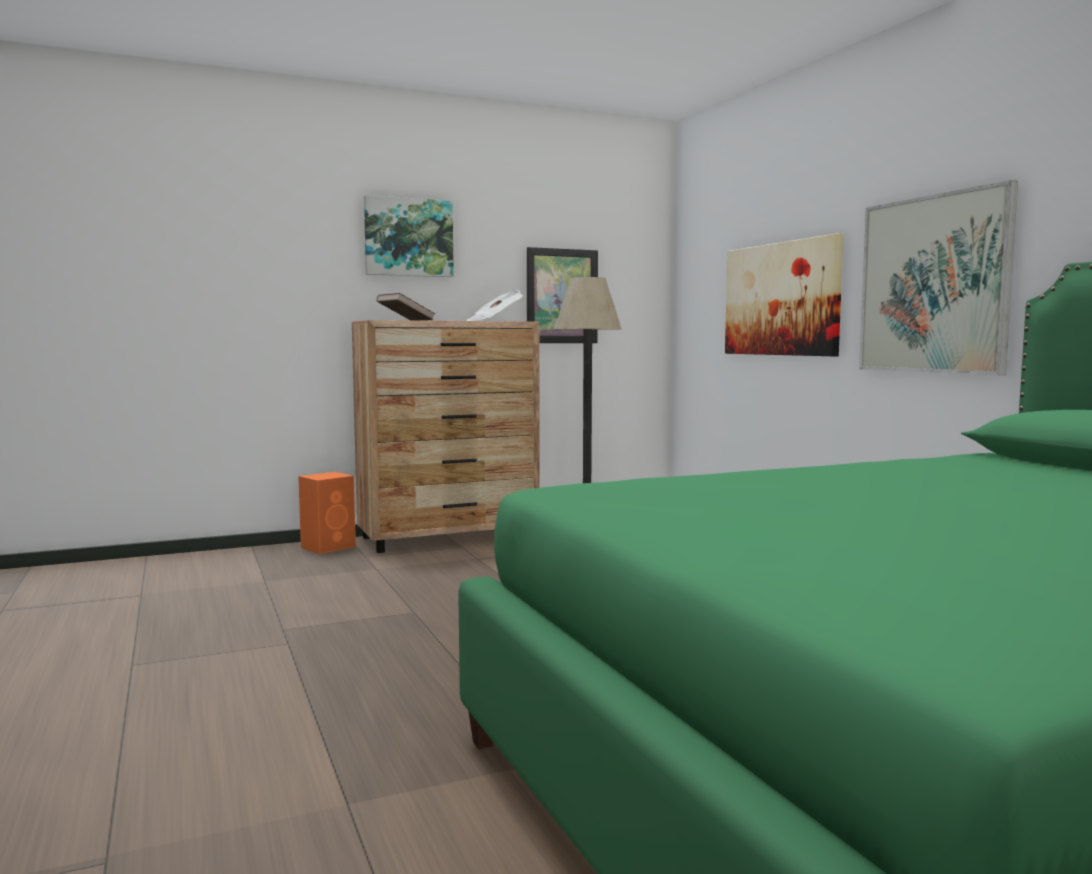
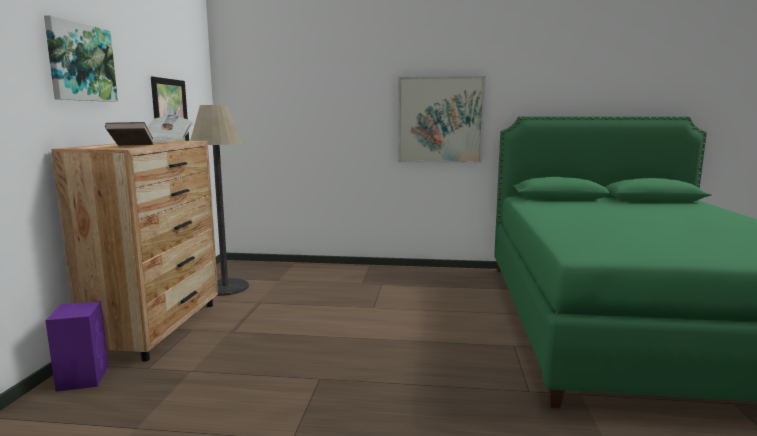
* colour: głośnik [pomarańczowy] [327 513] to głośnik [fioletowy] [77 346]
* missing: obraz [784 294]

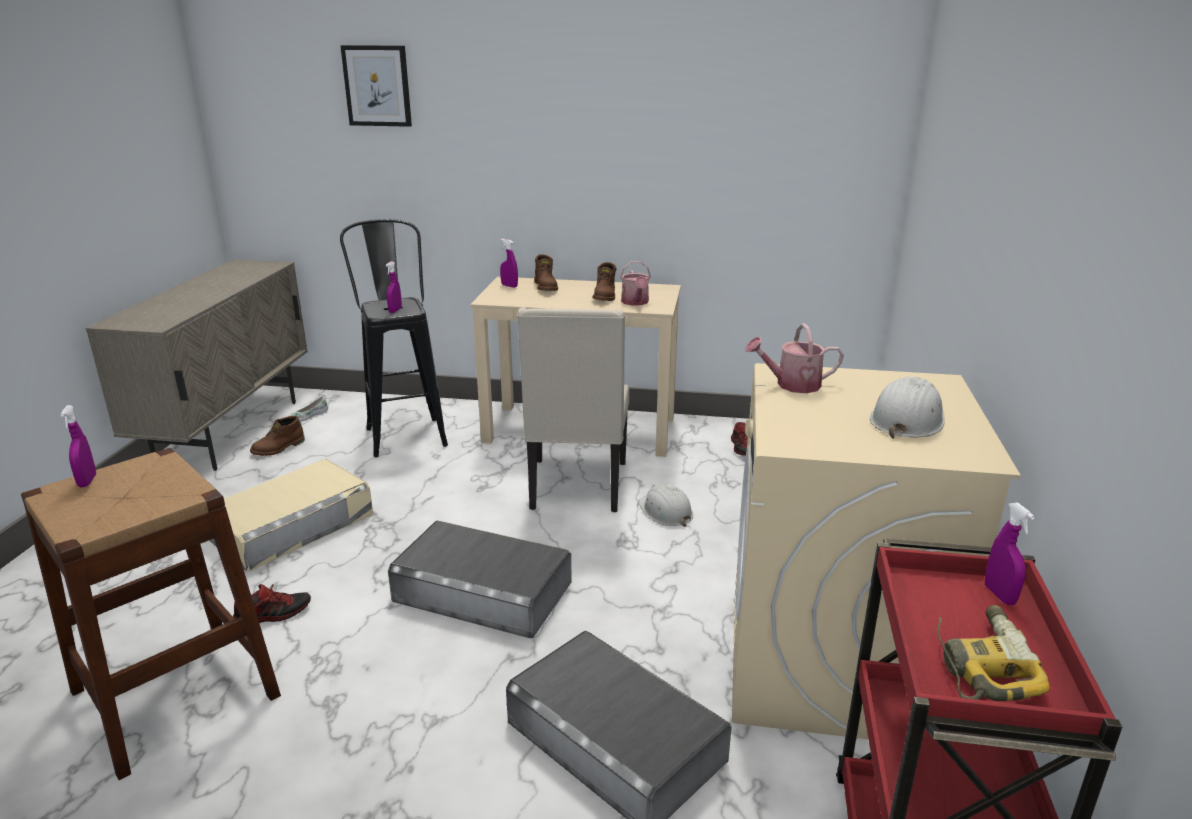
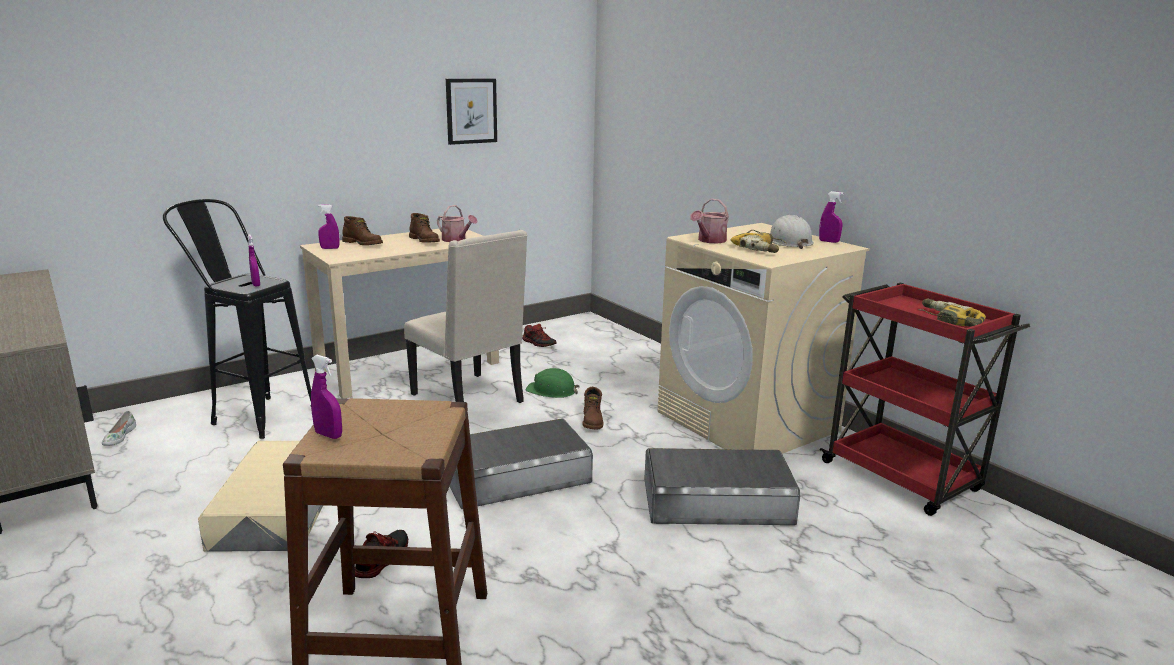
* relocated: obraz [376 86] to [471 112]
* colour: kask [biały] [665 505] to kask [zielony] [553 383]
* relocated: but z cholewką [brązowy] [277 436] to [593 408]
* appeared: wiertarka [759 241]
* relocated: spryskiwacz [fioletowy] [1010 553] to [831 217]

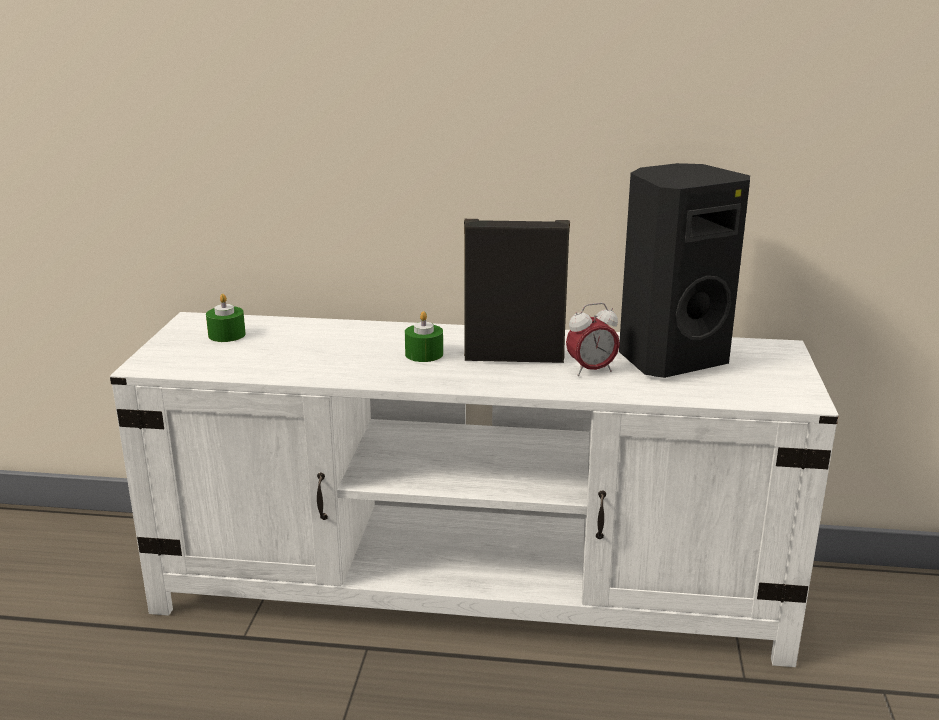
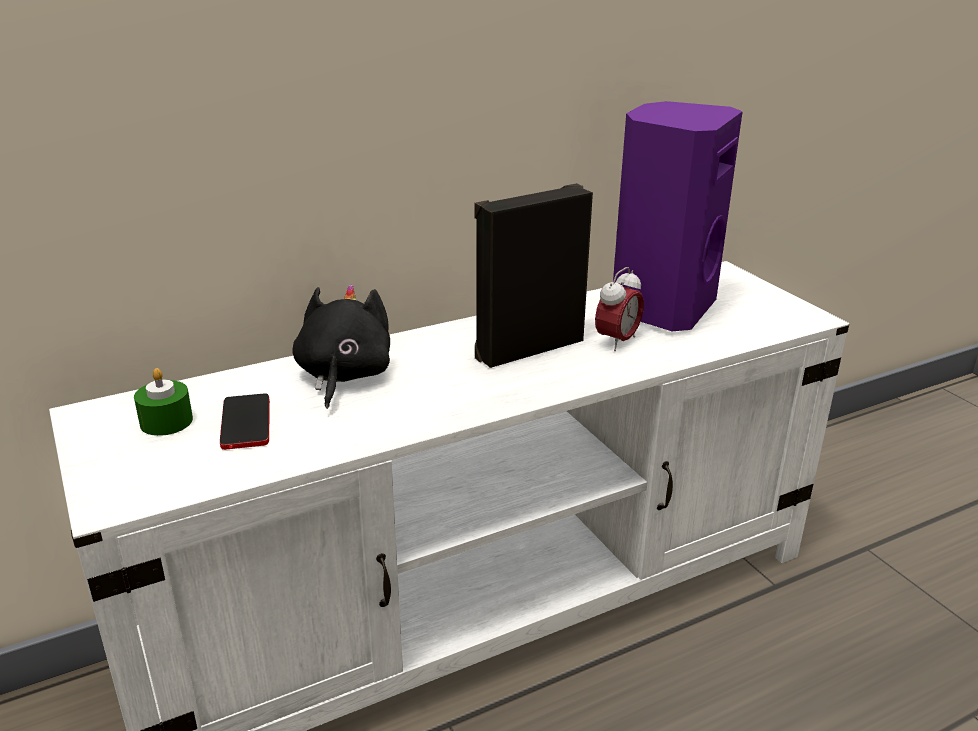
* appeared: telefon [245 421]
* appeared: pluszak [czarny] [341 347]
* colour: głośnik [czarny] [684 270] to głośnik [fioletowy] [678 216]
* missing: świeca [zielony] [424 336]

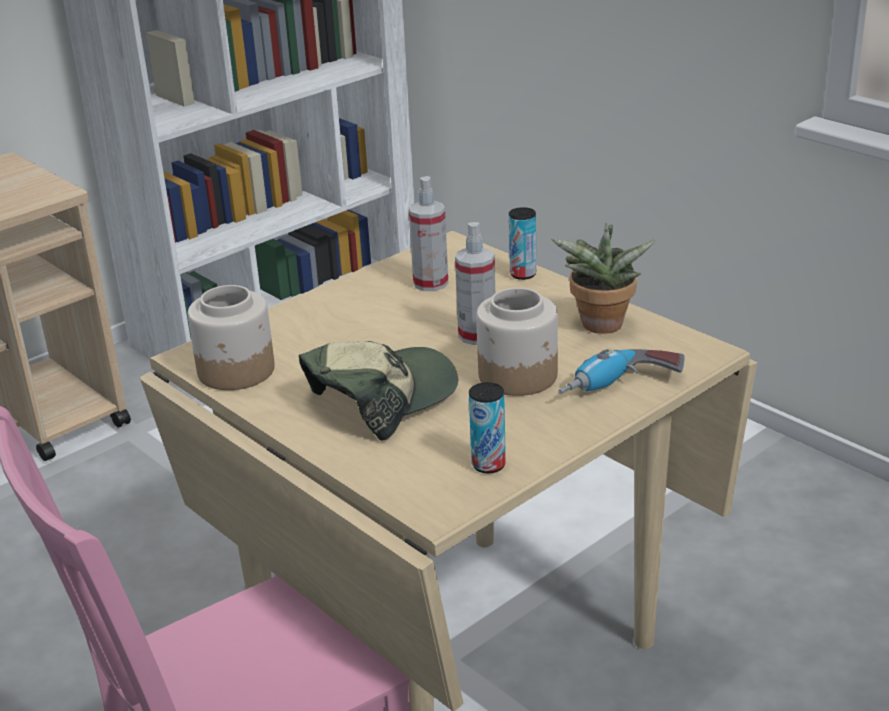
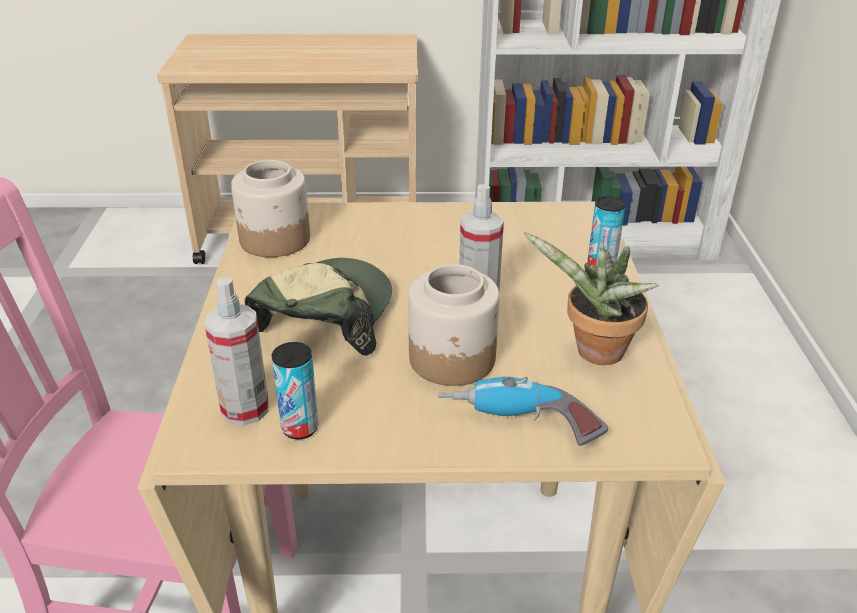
* relocated: spryskiwacz [428 233] to [236 351]
* spun: czapka z daszkiem [378 391] = [318 307] 75 degrees counterclockwise

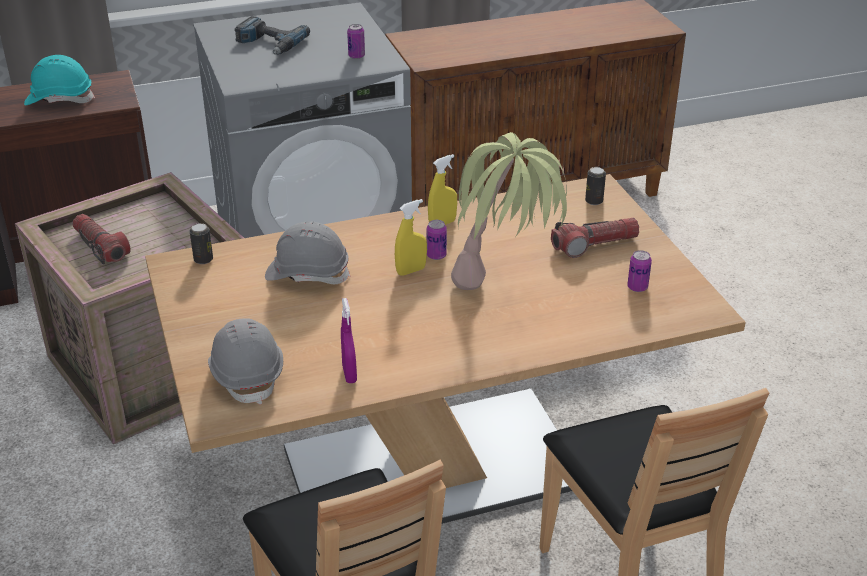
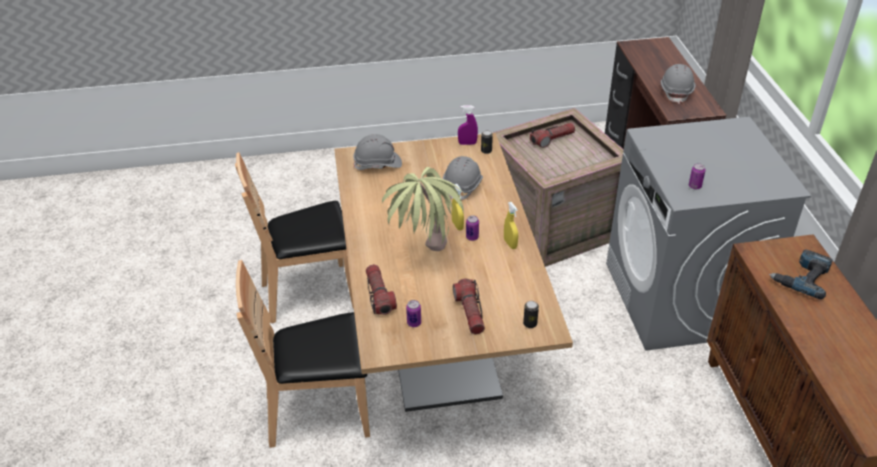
* appeared: latarka [381 289]
* relocated: spryskiwacz [fioletowy] [349 340] to [468 125]
* colour: kask [turkusowy] [59 80] to kask [szary] [678 84]
* relocated: wiertarka [272 35] to [801 274]

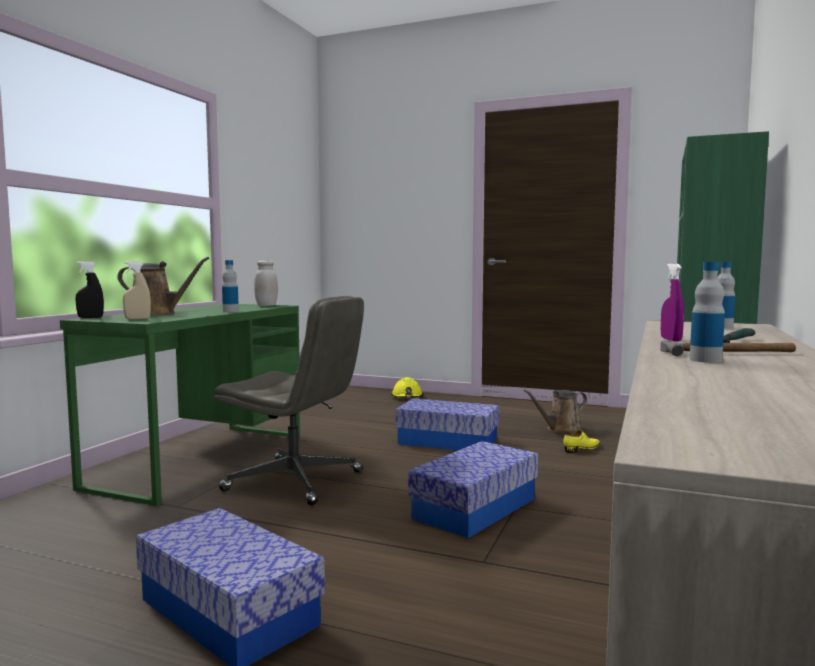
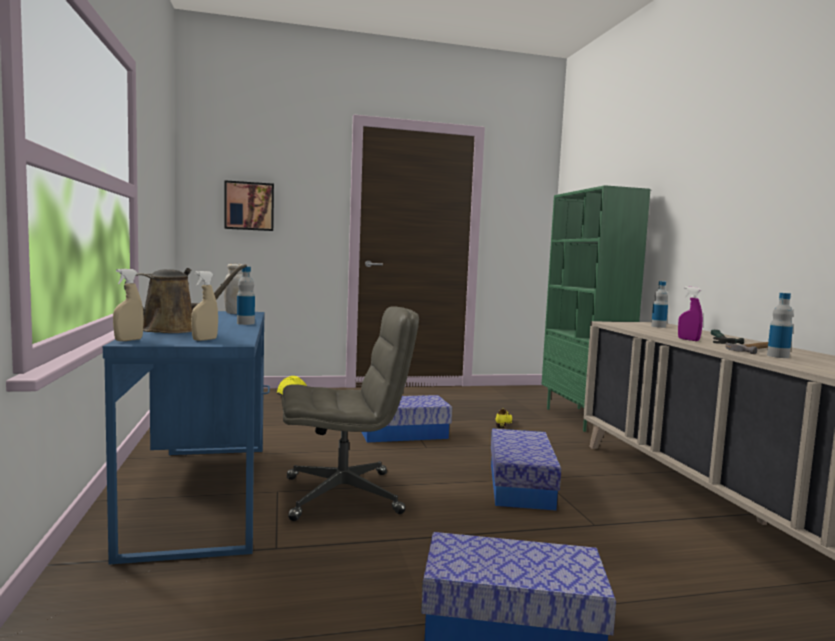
* colour: biurko [zielony] [180 405] to biurko [niebieski] [186 438]
* colour: spryskiwacz [czarny] [89 289] to spryskiwacz [beżowy] [128 305]
* appeared: obraz [249 205]
* missing: konewka [brązowy] [555 411]

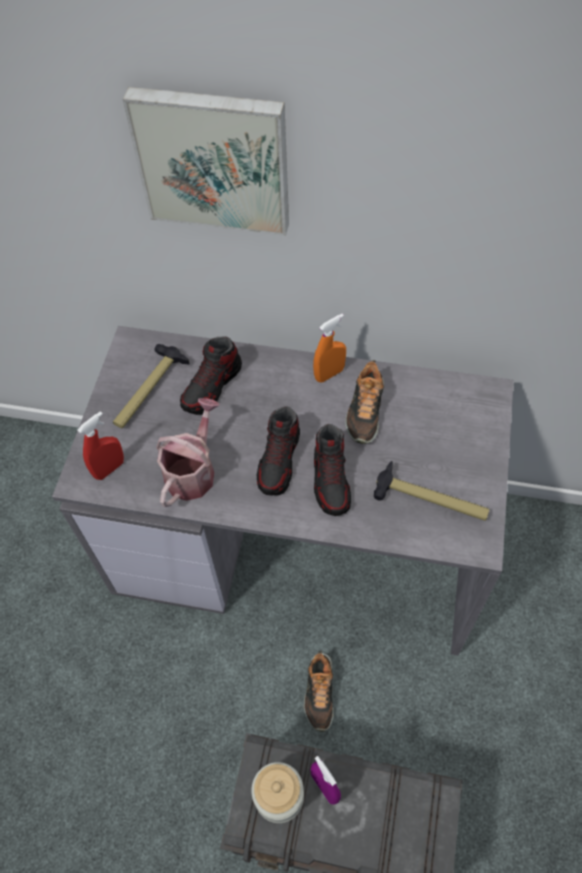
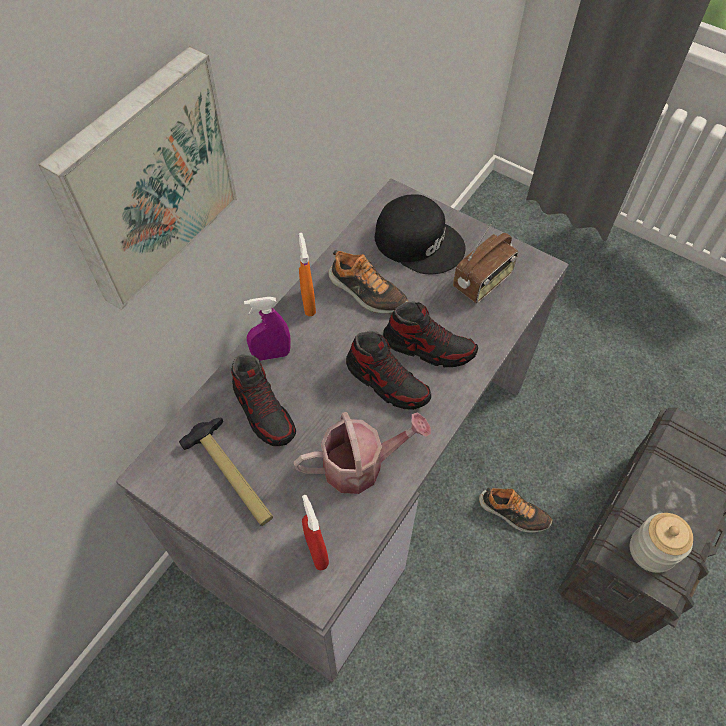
* relocated: spryskiwacz [fioletowy] [325 780] to [267 329]
* spun: konewka [188 452] = [362 453] 120 degrees clockwise
* appeared: czapka z daszkiem [czarny] [420 234]
* exchanged: młotek [432 491] to radio [485 262]

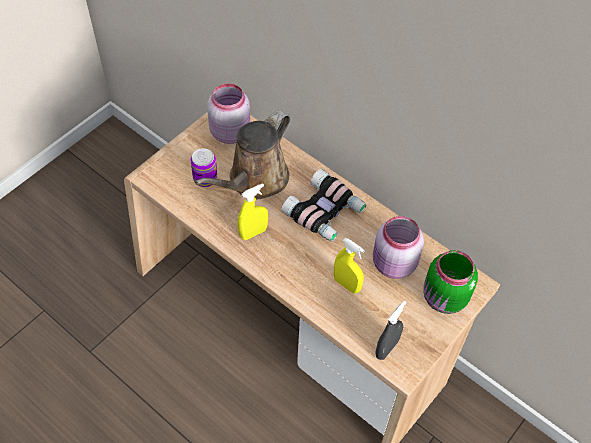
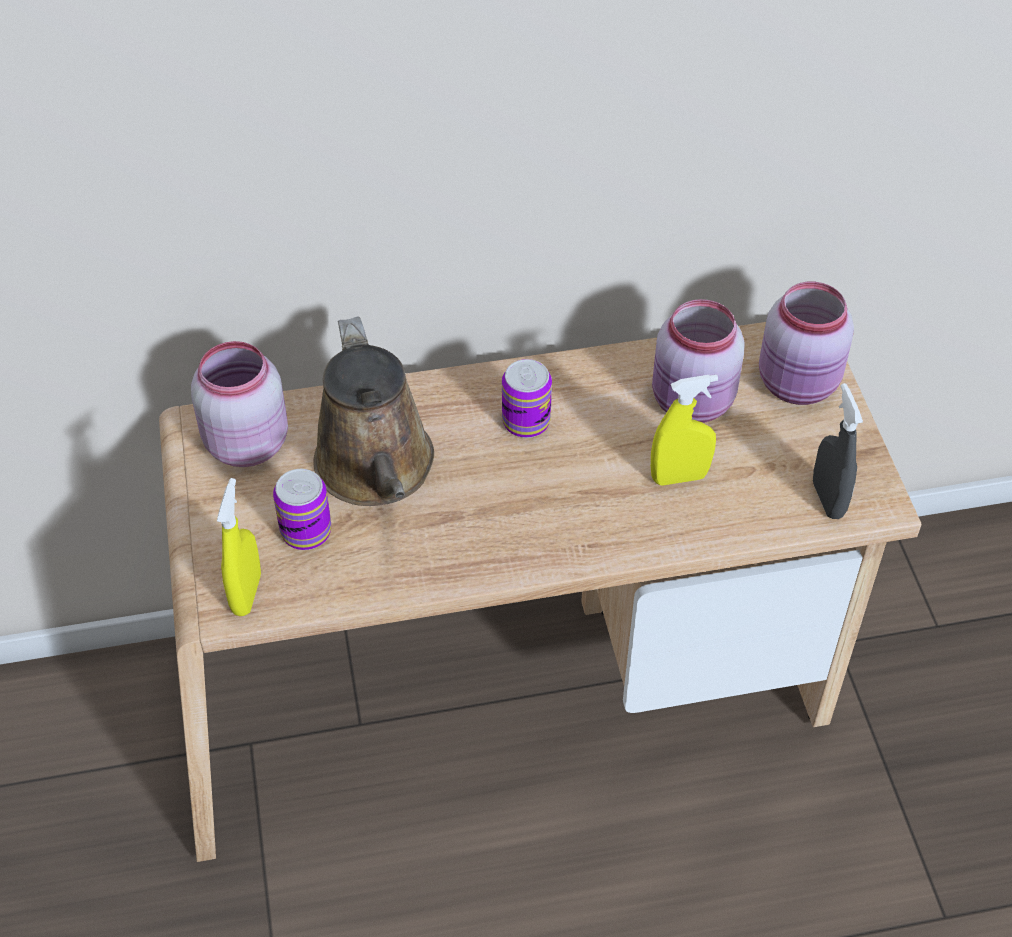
* relocated: spryskiwacz [żółty] [253 211] to [239 547]
* exchanged: lornetka [323 205] to puszka [527 398]
* colour: słoik [zielony] [450 282] to słoik [różowy] [806 343]

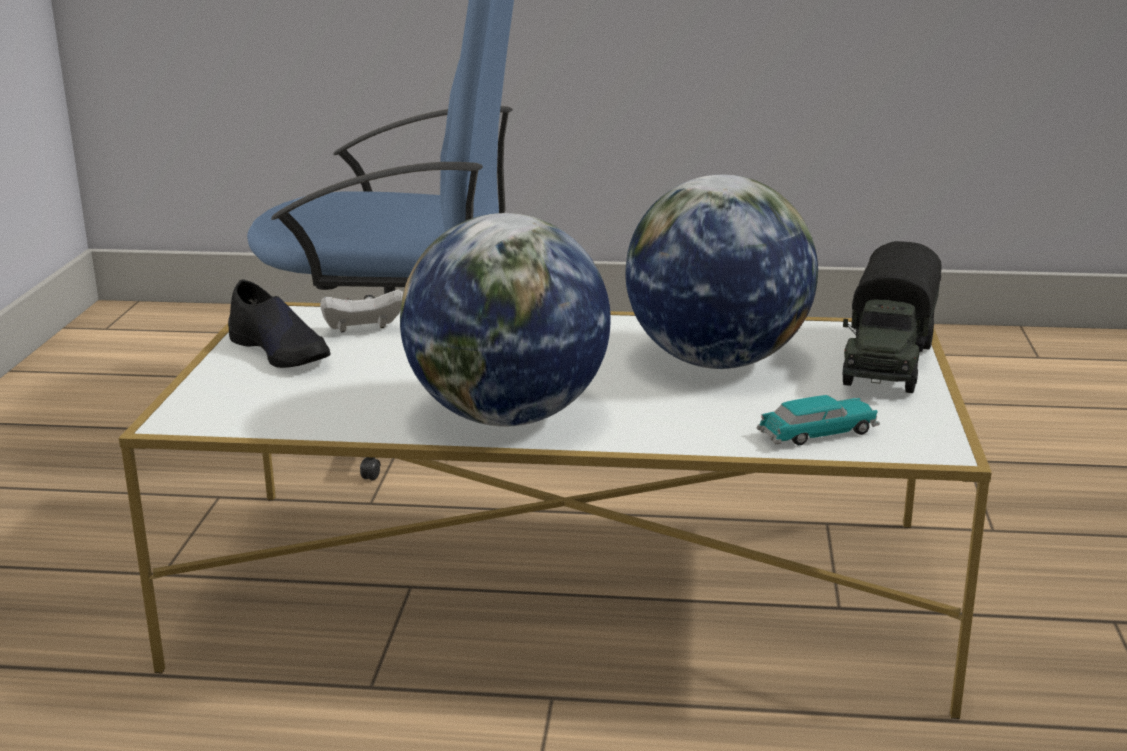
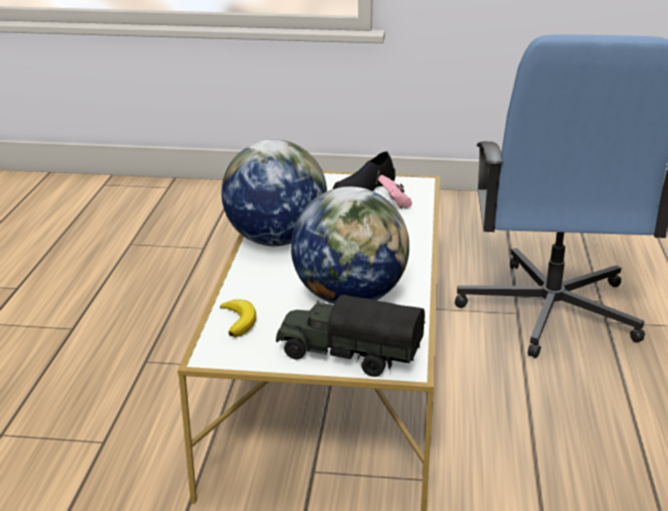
* exchanged: samochodzik [818 420] to banan [238 318]
* colour: pad do gier [biały] [361 311] to pad do gier [różowy] [395 192]

